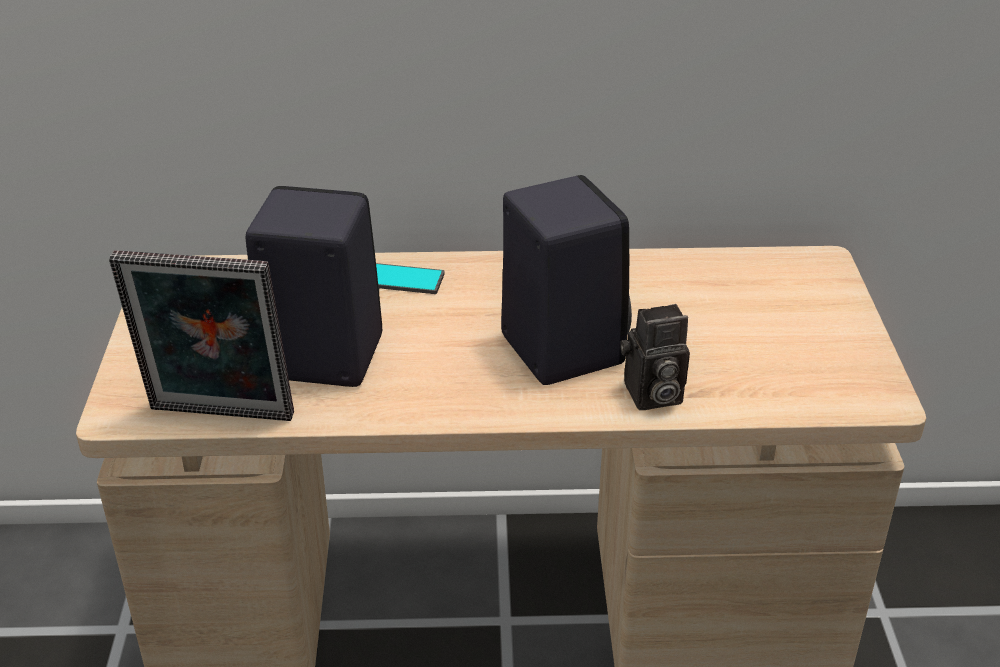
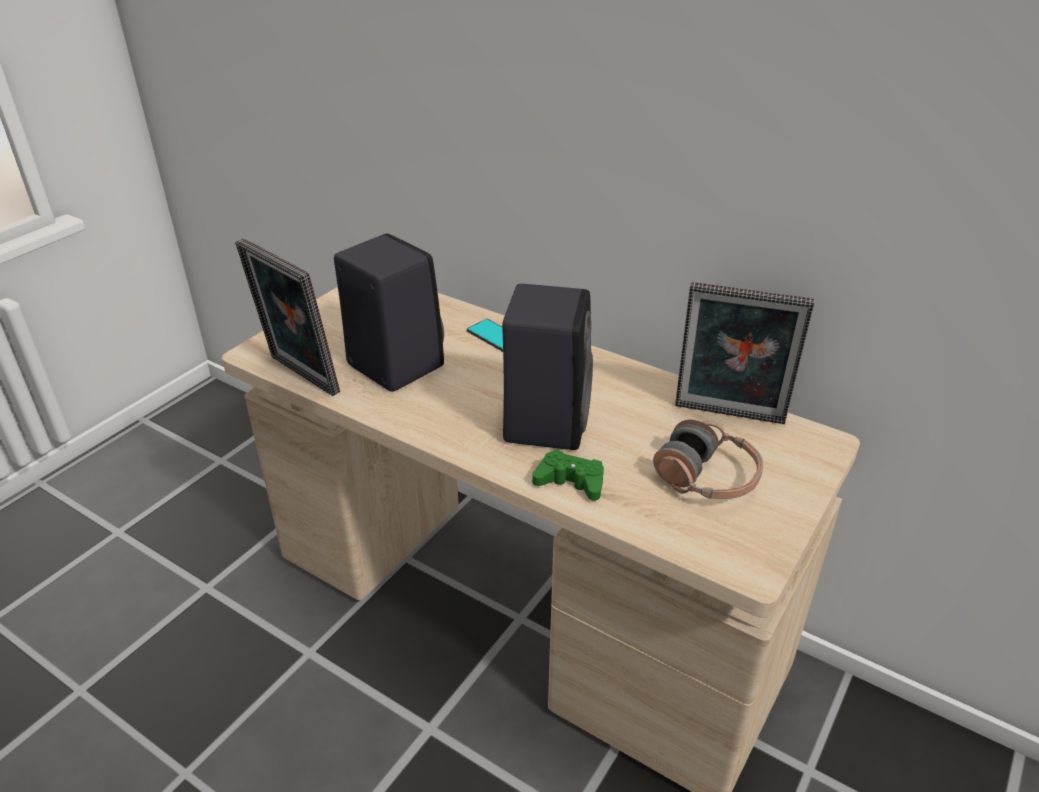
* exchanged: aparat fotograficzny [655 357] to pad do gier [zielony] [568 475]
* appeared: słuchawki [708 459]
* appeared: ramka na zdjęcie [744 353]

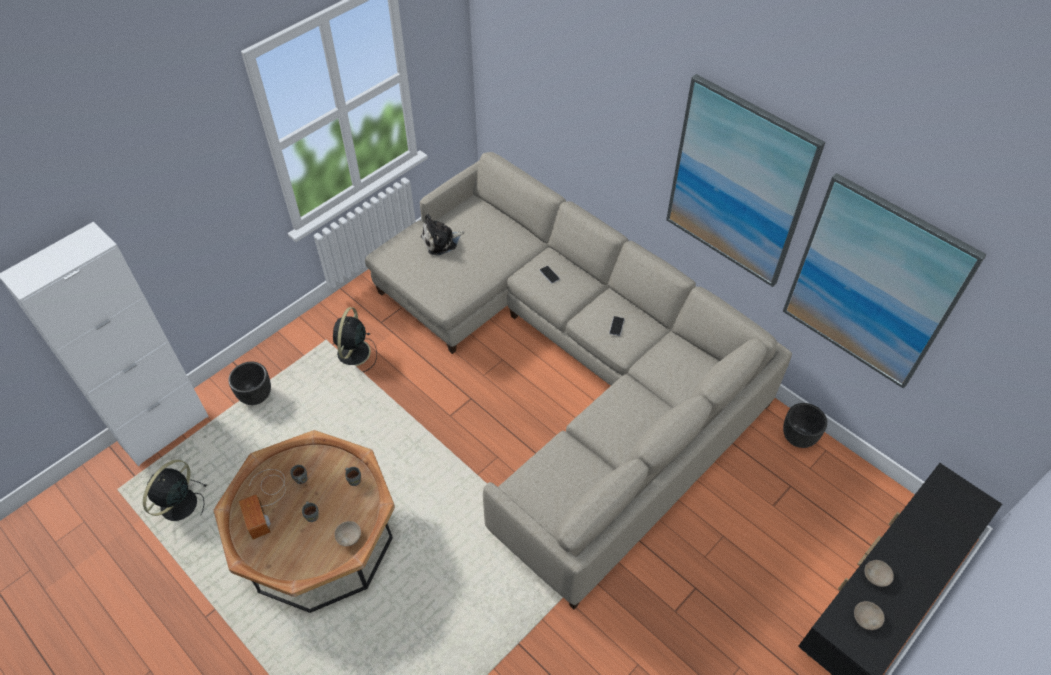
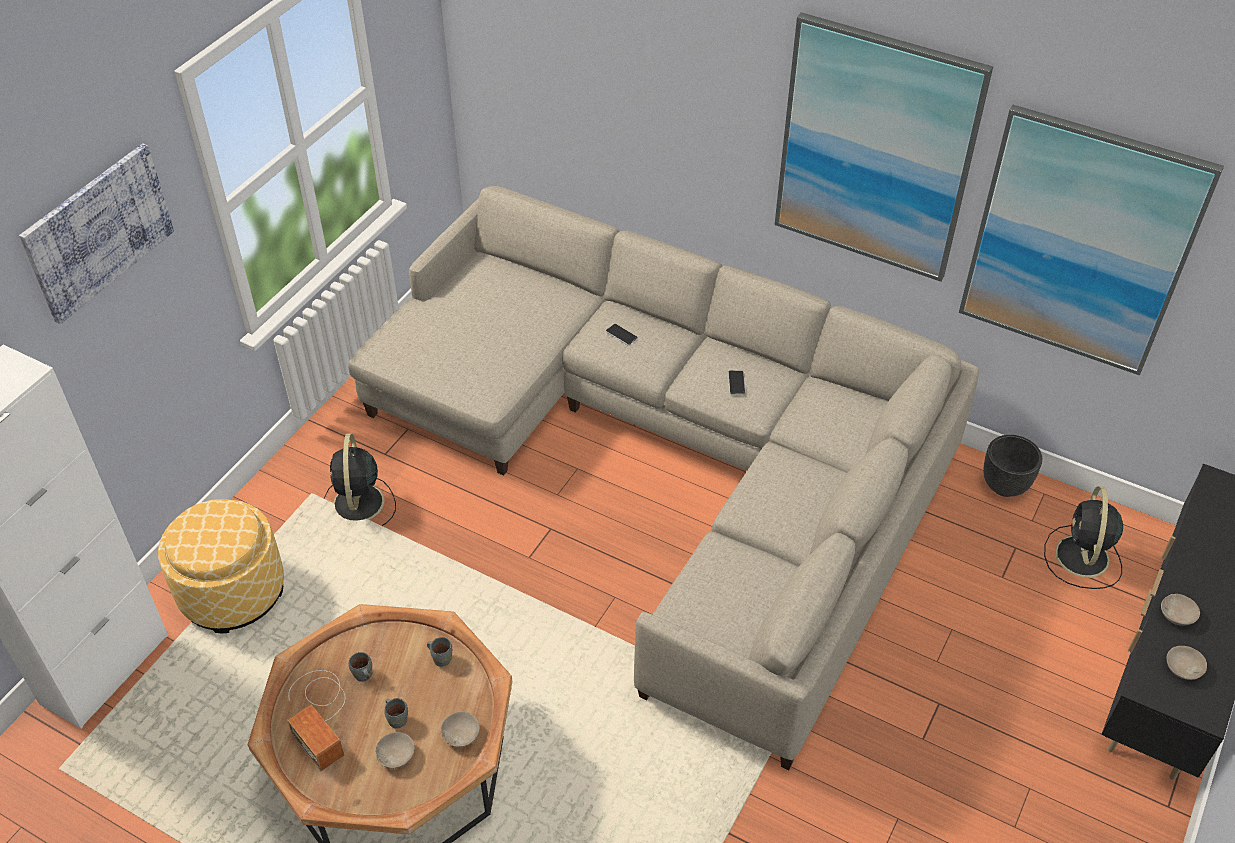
* appeared: obraz [96 233]
* exchanged: donica [czarny] [249 383] to pufa [221 566]
* appeared: miska [beżowy] [395 750]
* relocated: wentylator [czarny] [175 490] to [1083 537]
* missing: pluszak [442 234]

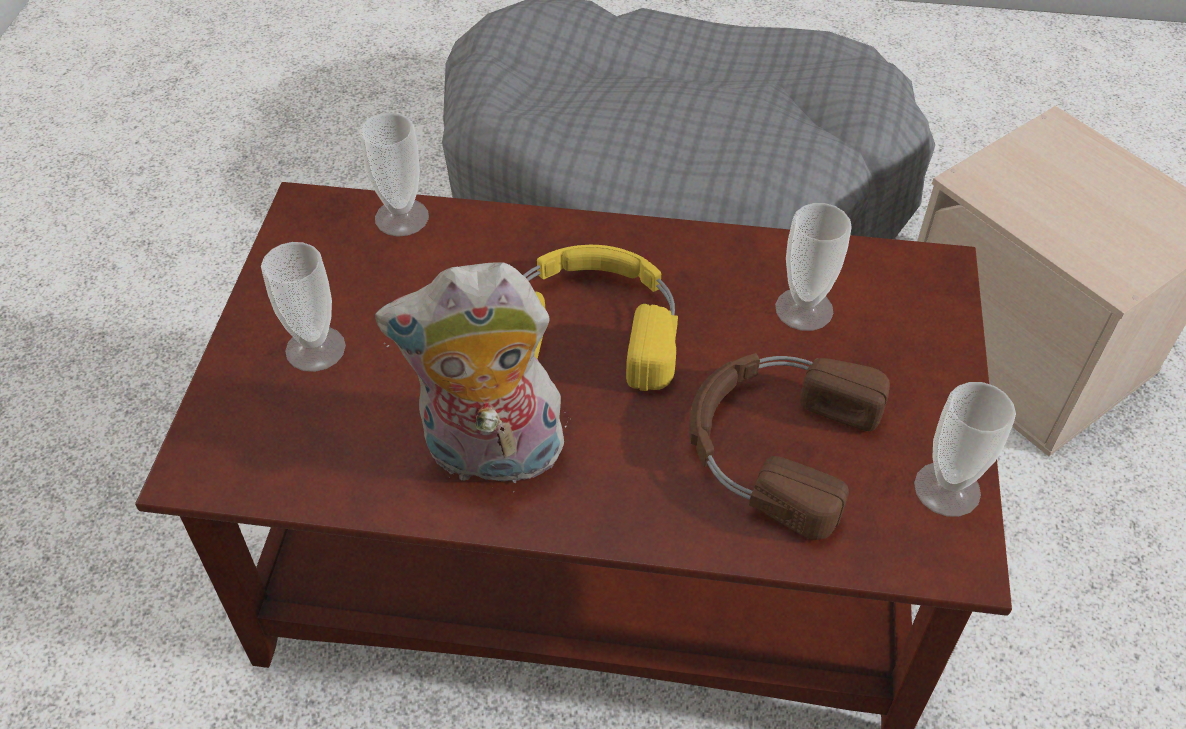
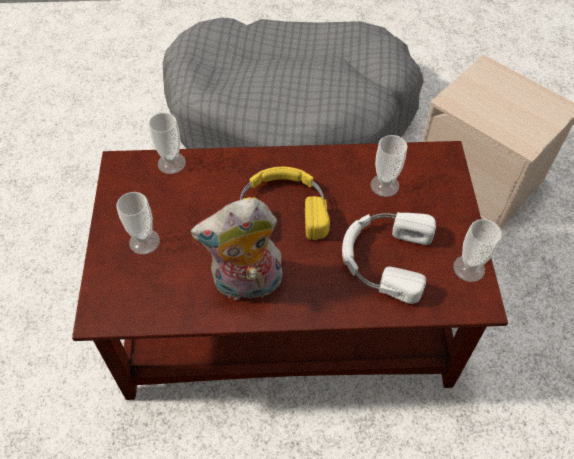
* colour: słuchawki [brązowy] [789 446] to słuchawki [biały] [389 258]

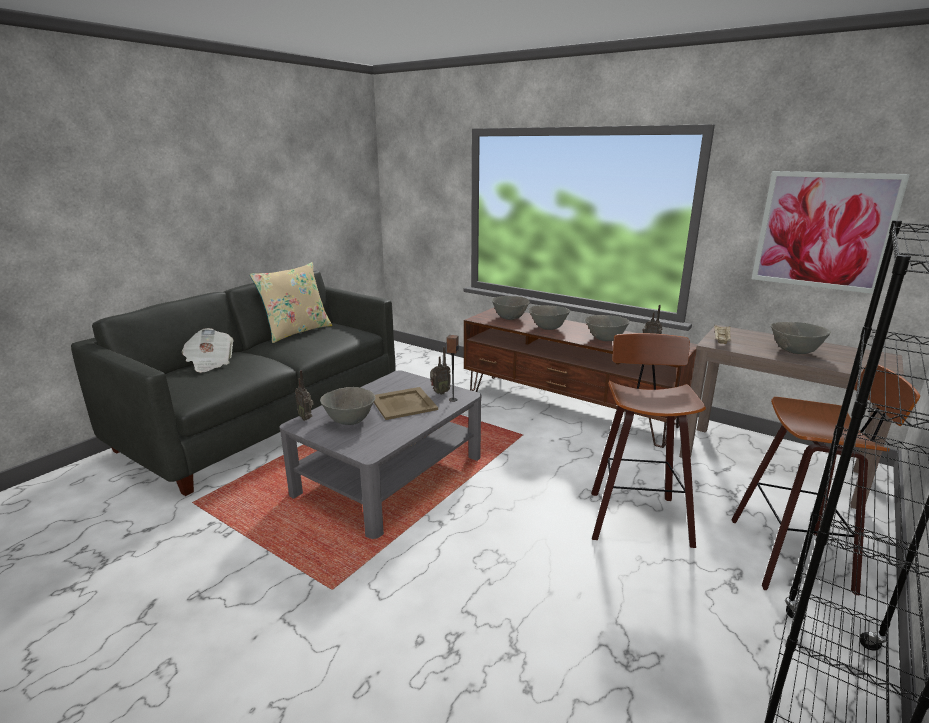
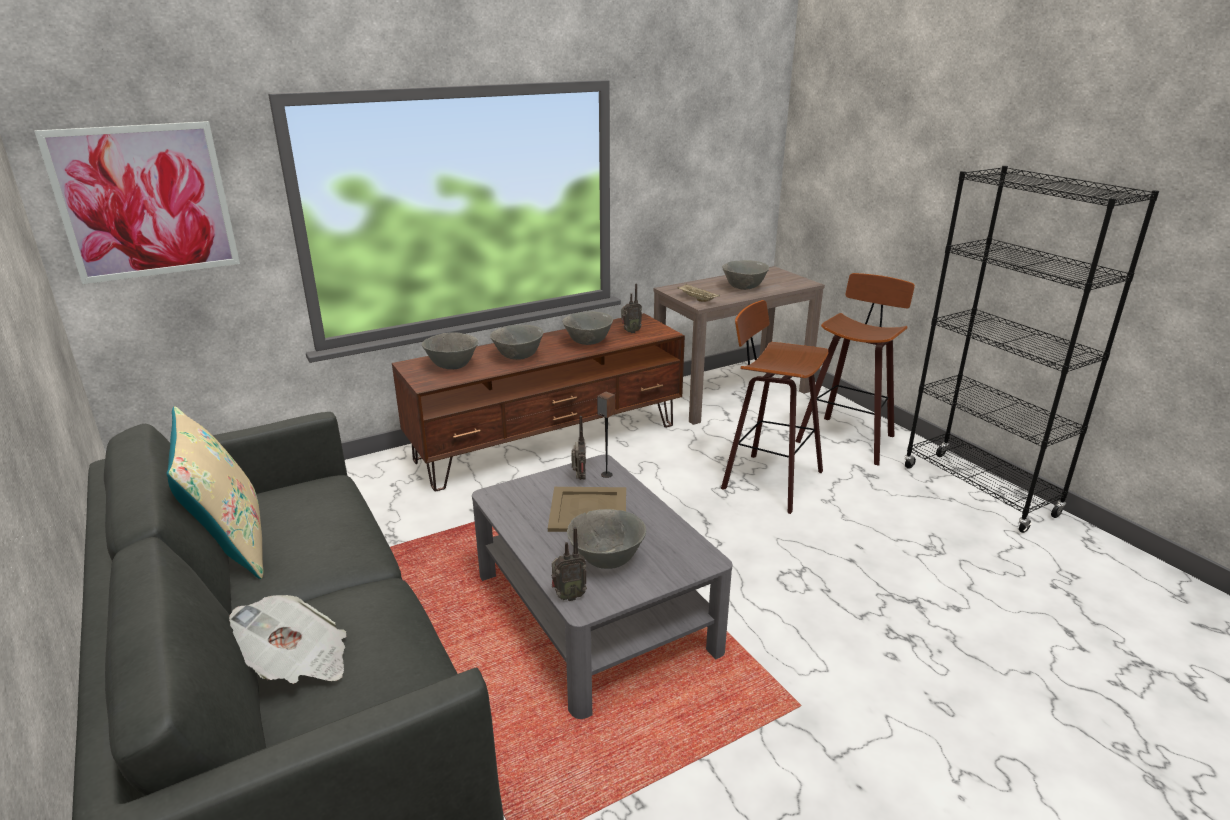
* relocated: obraz [831 232] to [137 202]

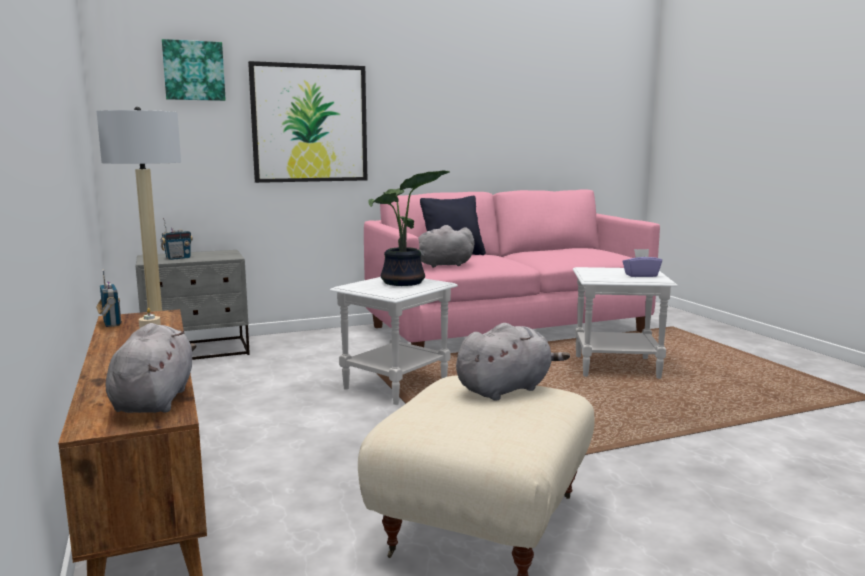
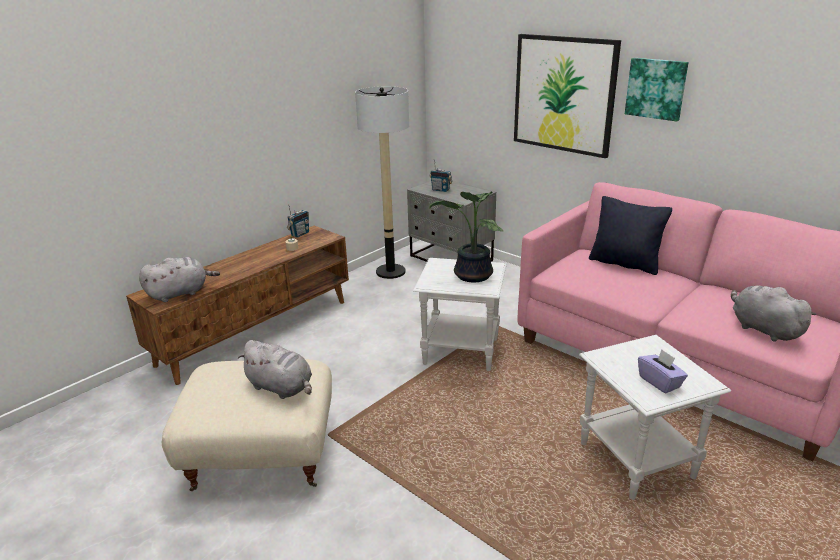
* relocated: obraz [194 70] to [656 89]
* relocated: pluszak [szary] [446 246] to [774 313]

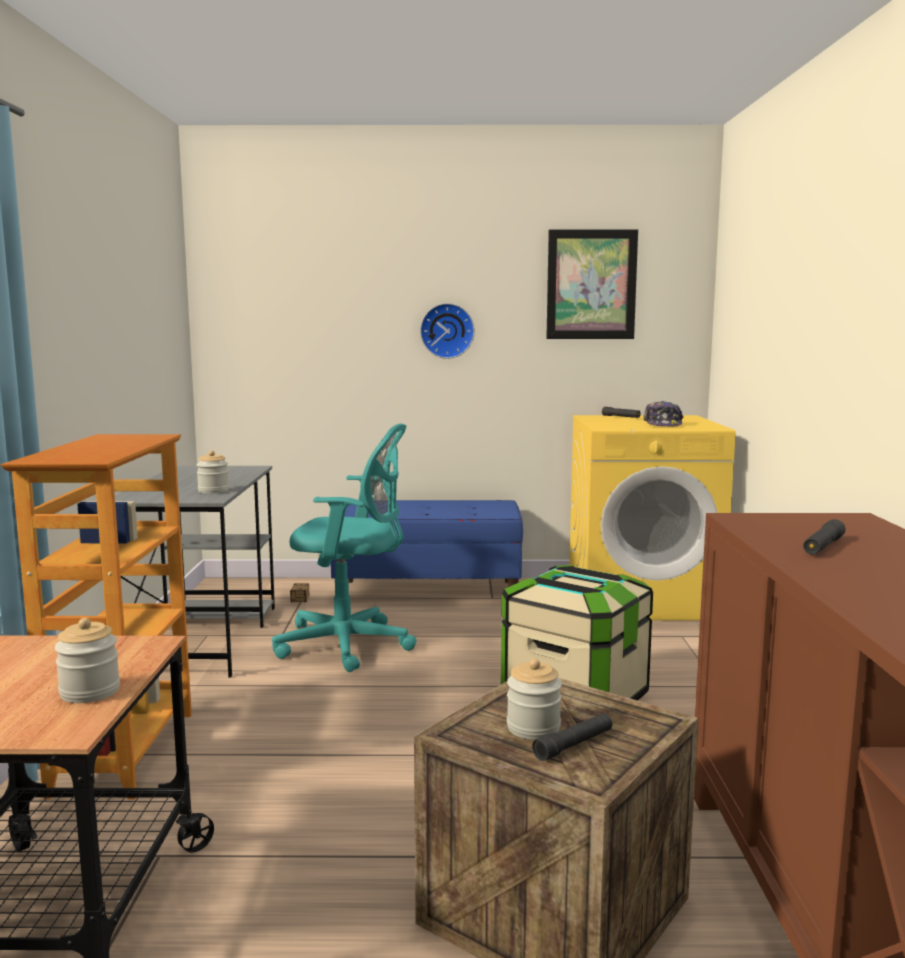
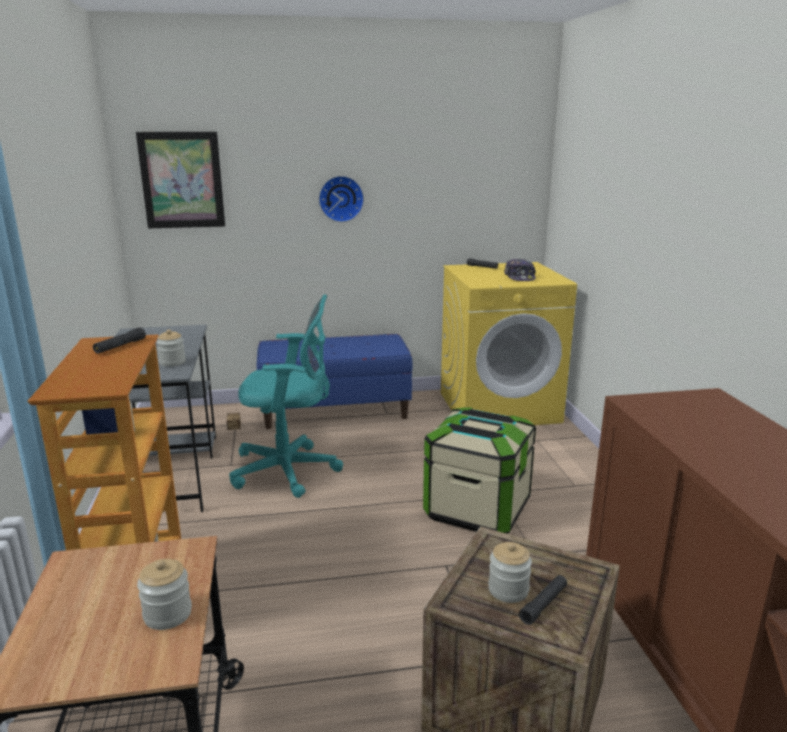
* relocated: latarka [czarny] [824 537] to [119 340]
* relocated: obraz [592 284] to [180 180]

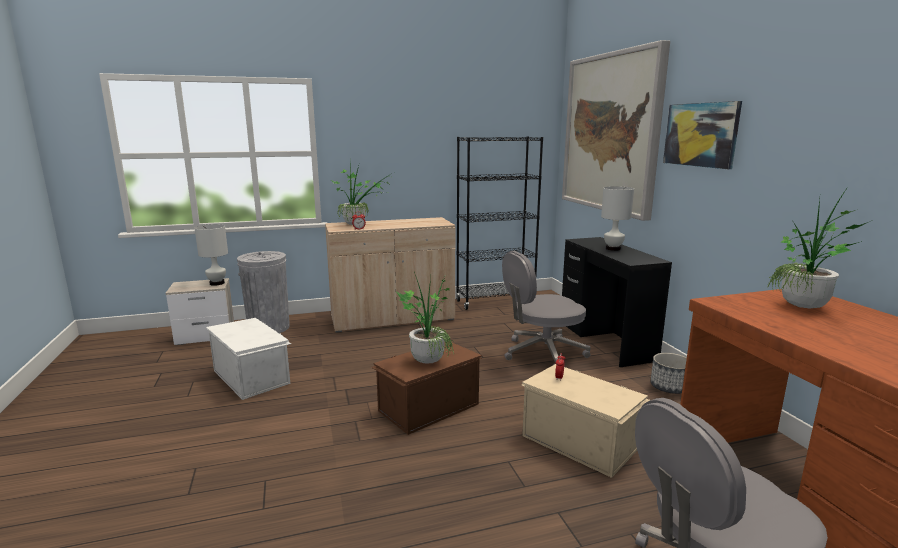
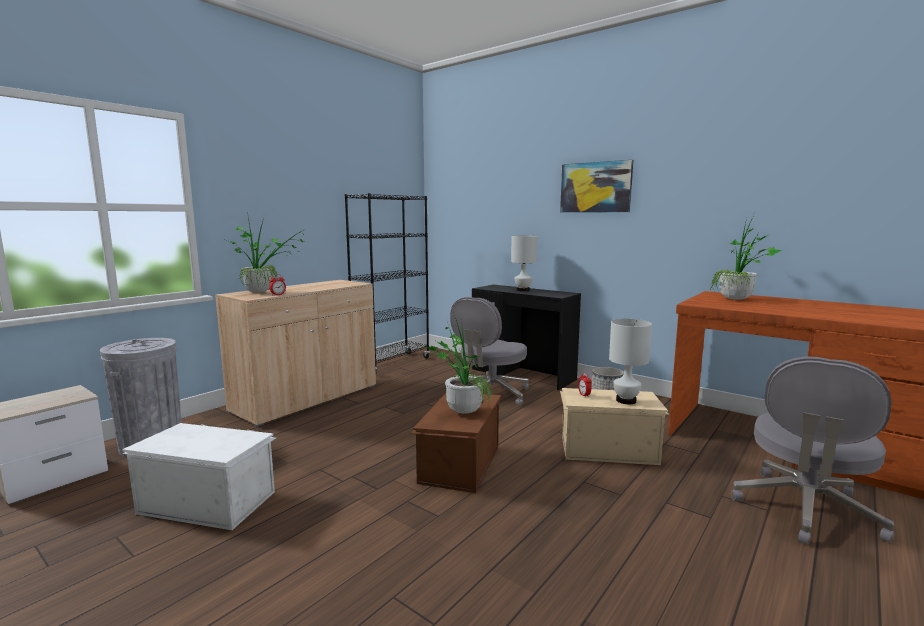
* relocated: lampa stołowa [biały] [211 255] to [630 361]
* missing: obraz [616 130]

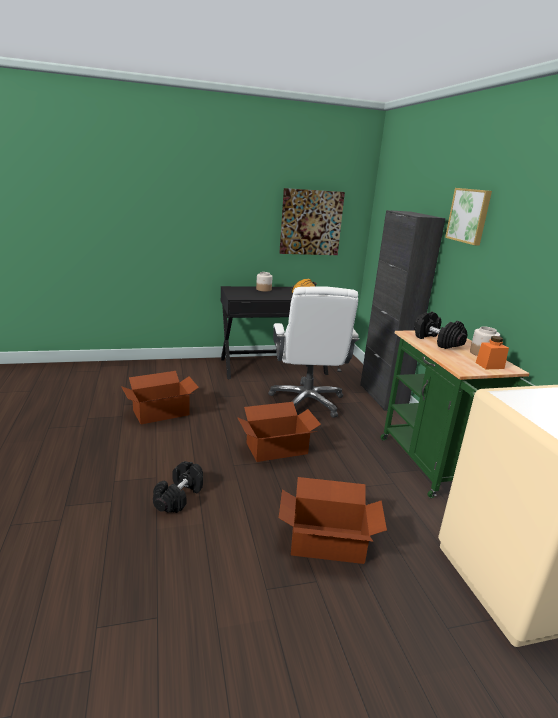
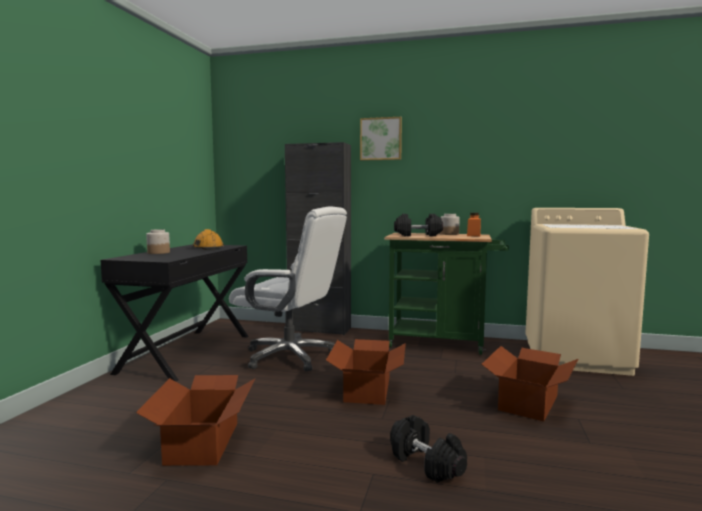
* missing: obraz [312 221]

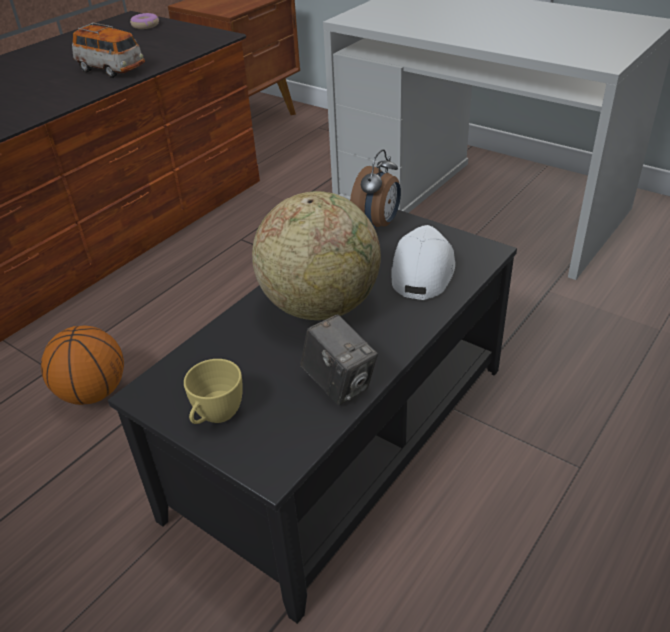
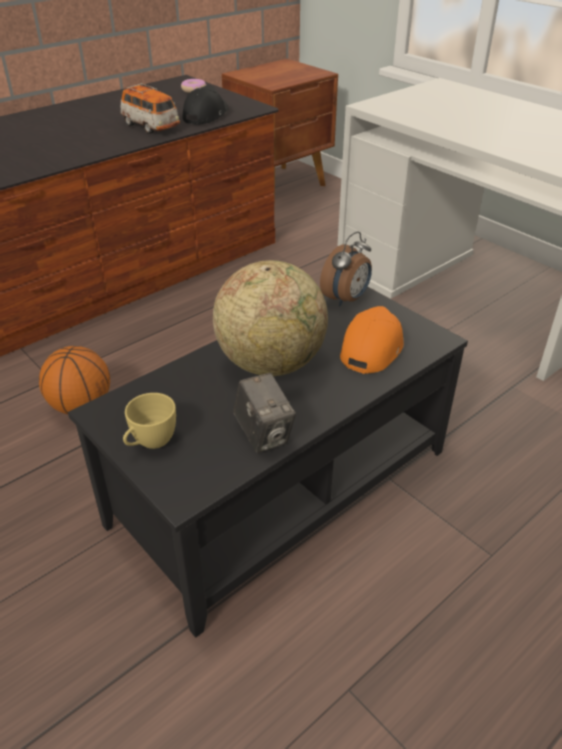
* appeared: czapka z daszkiem [czarny] [206 105]
* colour: czapka z daszkiem [biały] [423 262] to czapka z daszkiem [pomarańczowy] [372 340]

